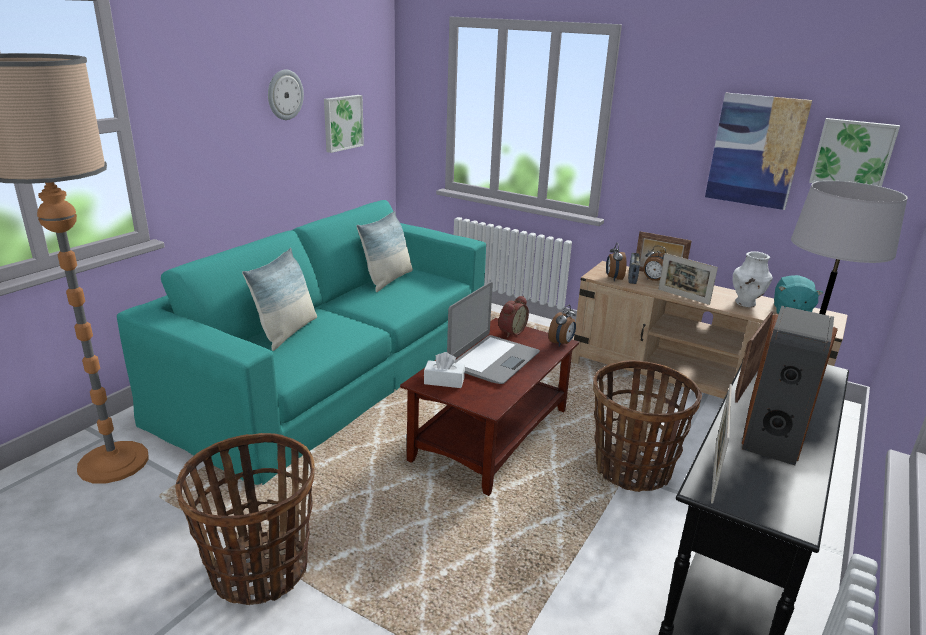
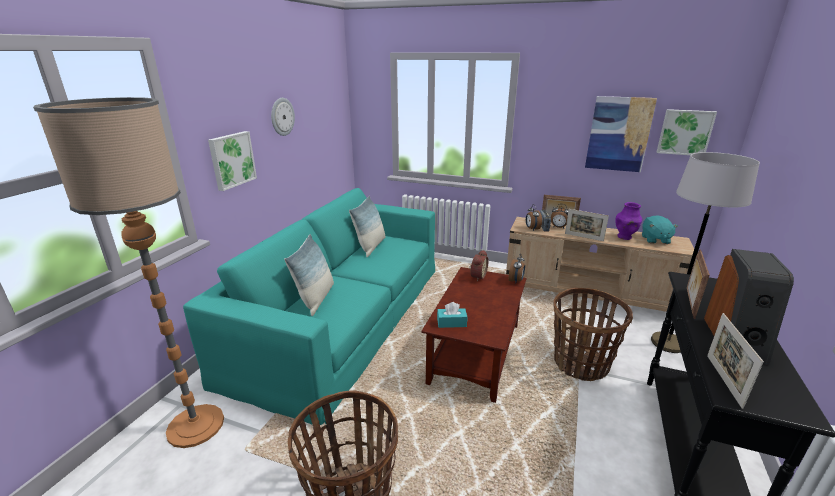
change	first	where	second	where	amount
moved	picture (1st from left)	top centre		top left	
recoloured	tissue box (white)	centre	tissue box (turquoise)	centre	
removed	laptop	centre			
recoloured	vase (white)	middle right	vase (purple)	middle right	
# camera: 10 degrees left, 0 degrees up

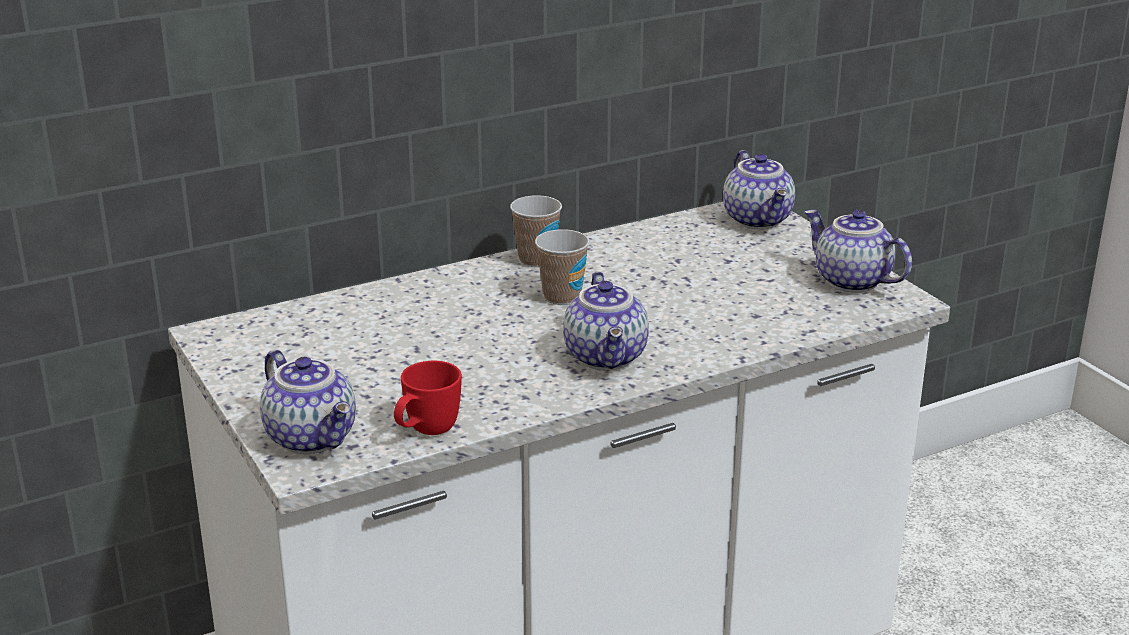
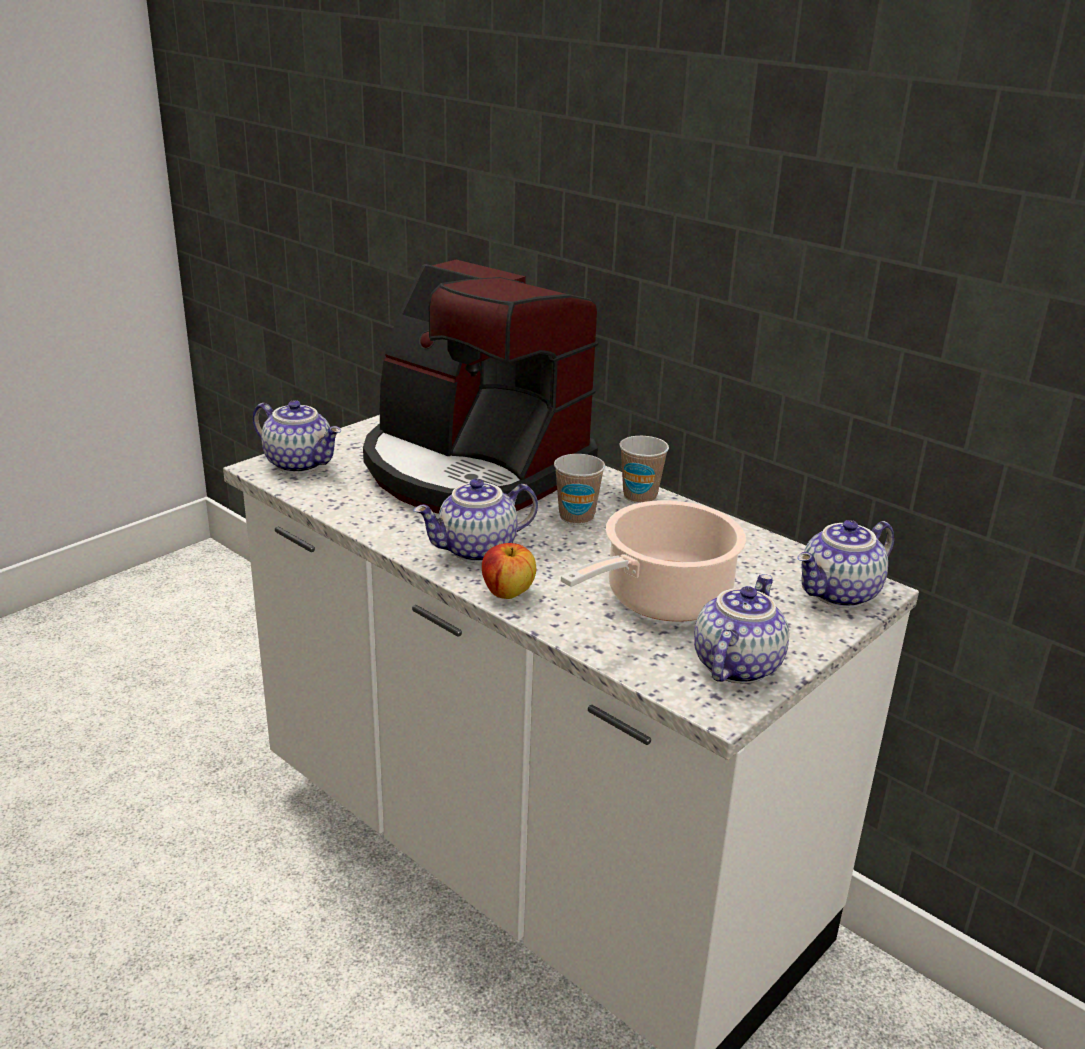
change	first	where	second	where	amount
turned	teapot (1st from left)	middle left		middle left	90 degrees counterclockwise
removed	mug (red)	centre			
added			coffee machine	centre	
added			apple	centre	
added			cooking pot	centre	
# camera: 70 degrees right, 0 degrees up

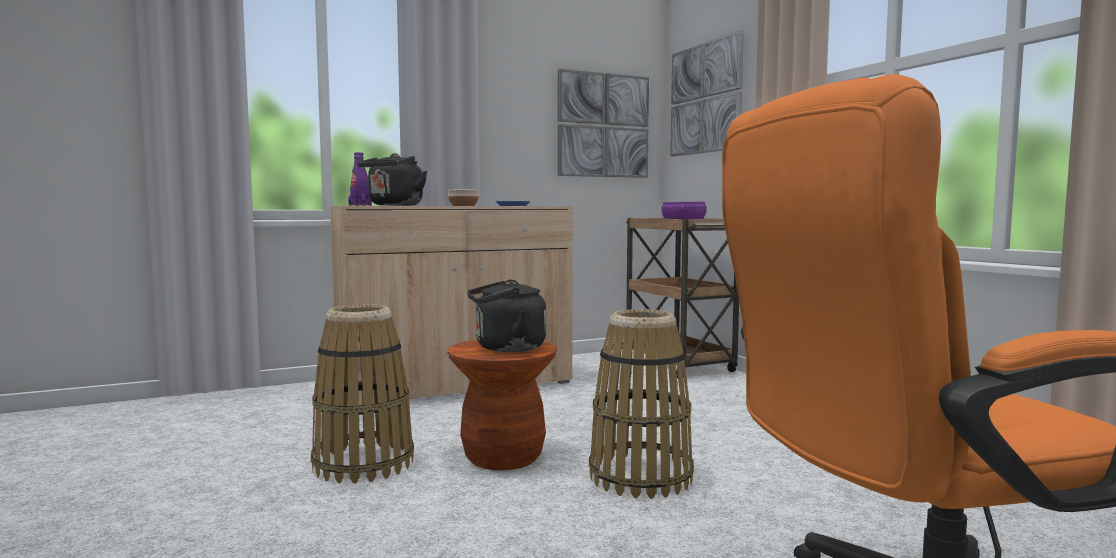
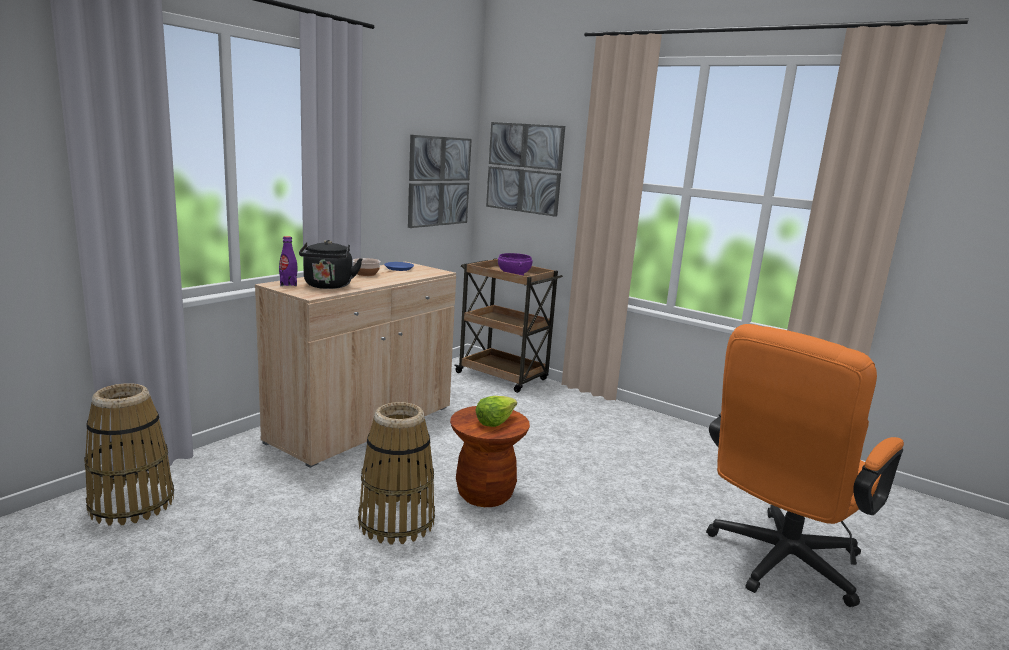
change	first	where	second	where	amount
replaced	kettle (black) (2nd from left)	centre	lettuce	centre	
moved	basket (2nd from left in the first image)	bottom centre	basket (1st from left)	bottom left	
# camera: 30 degrees left, 10 degrees up

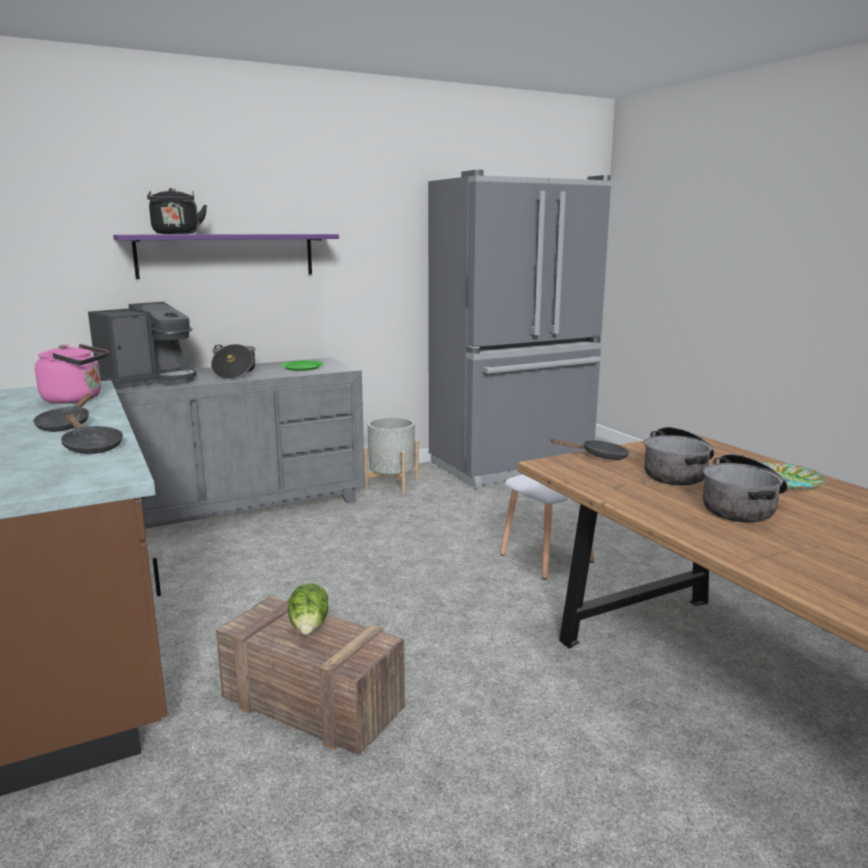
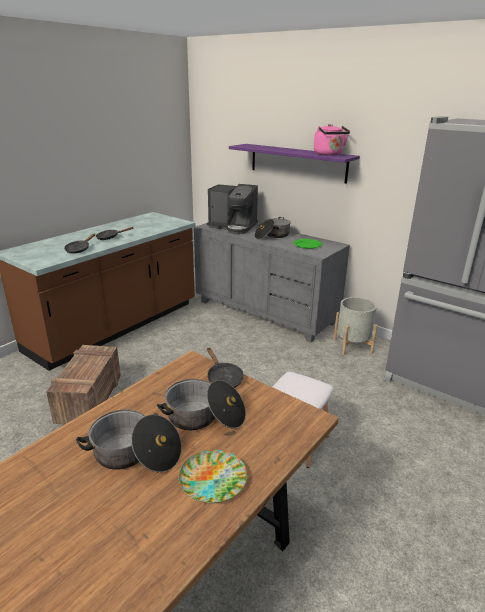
change	first	where	second	where	amount
moved	kettle (pink)	middle left		top right	
removed	kettle (black)	top left			
removed	lettuce	bottom centre			
# camera: 65 degrees right, 10 degrees up

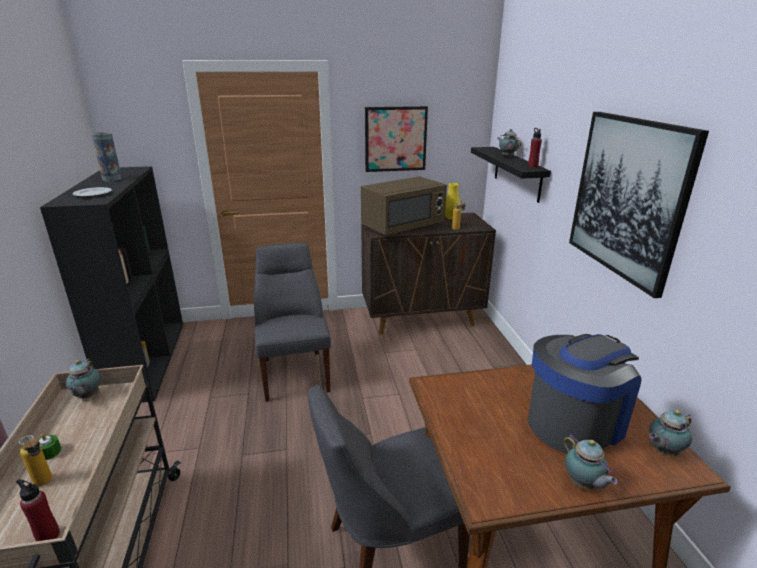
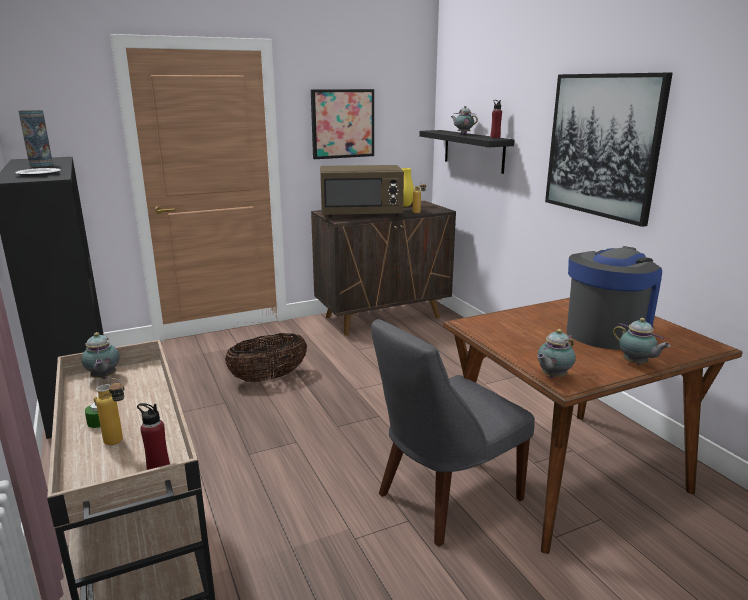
change	first	where	second	where	amount
replaced	chair (grey) (1st from left)	centre	basket	centre	
turned	microwave (brown)	centre		top centre	45 degrees clockwise
moved	teapot (4th from left in the first image)	bottom right	teapot (3rd from left)	middle right	
# camera: 15 degrees left, 5 degrees down

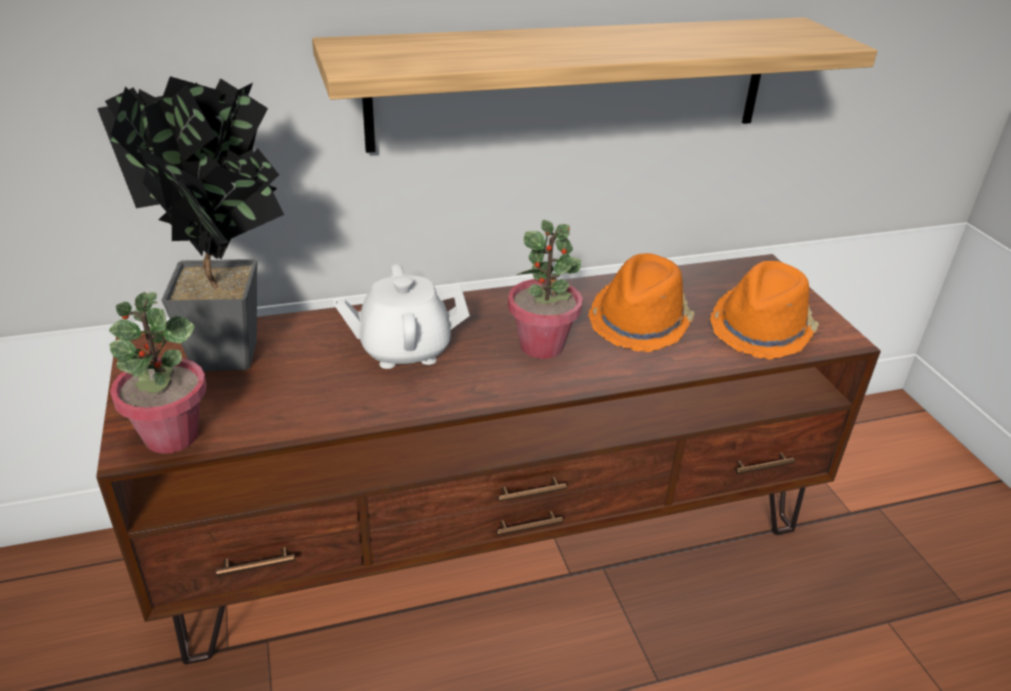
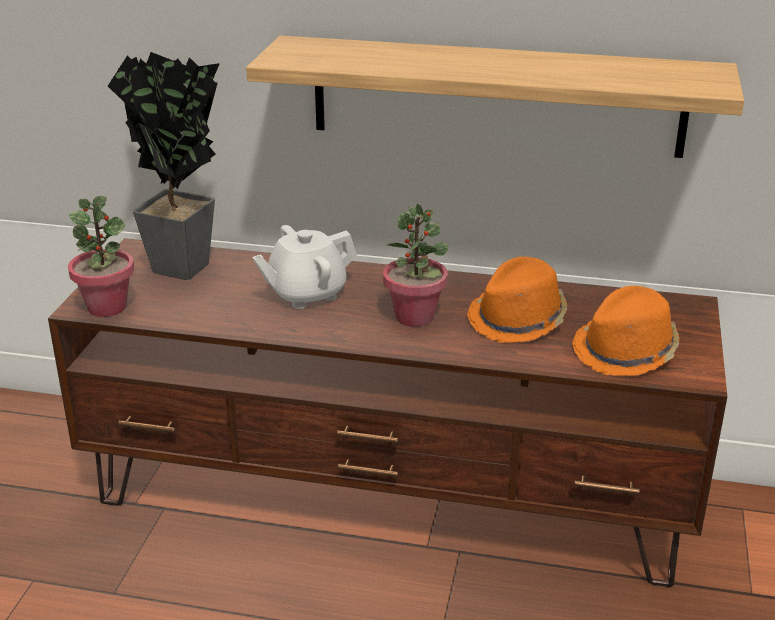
change	first	where	second	where	amount
turned	teapot (white)	centre		centre	45 degrees counterclockwise
# camera: 30 degrees right, 5 degrees down

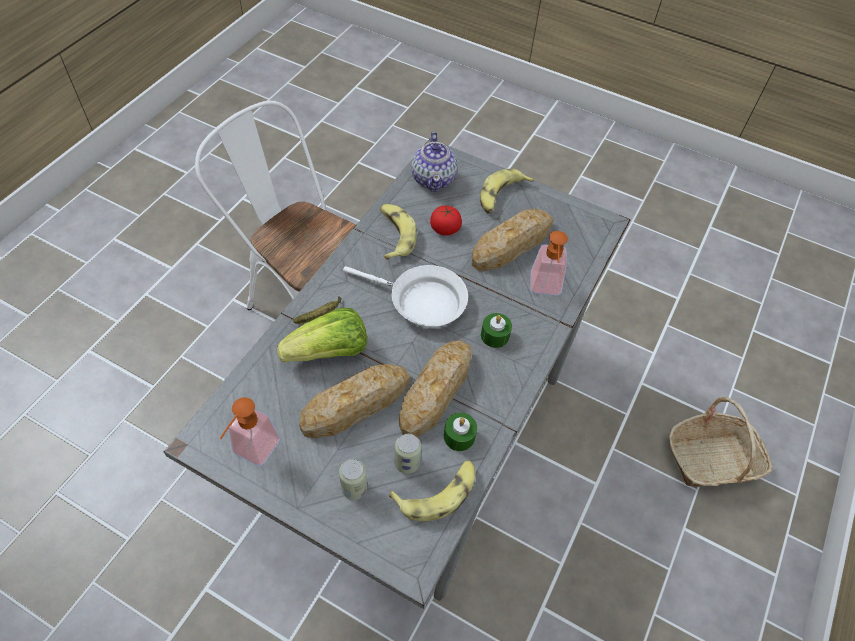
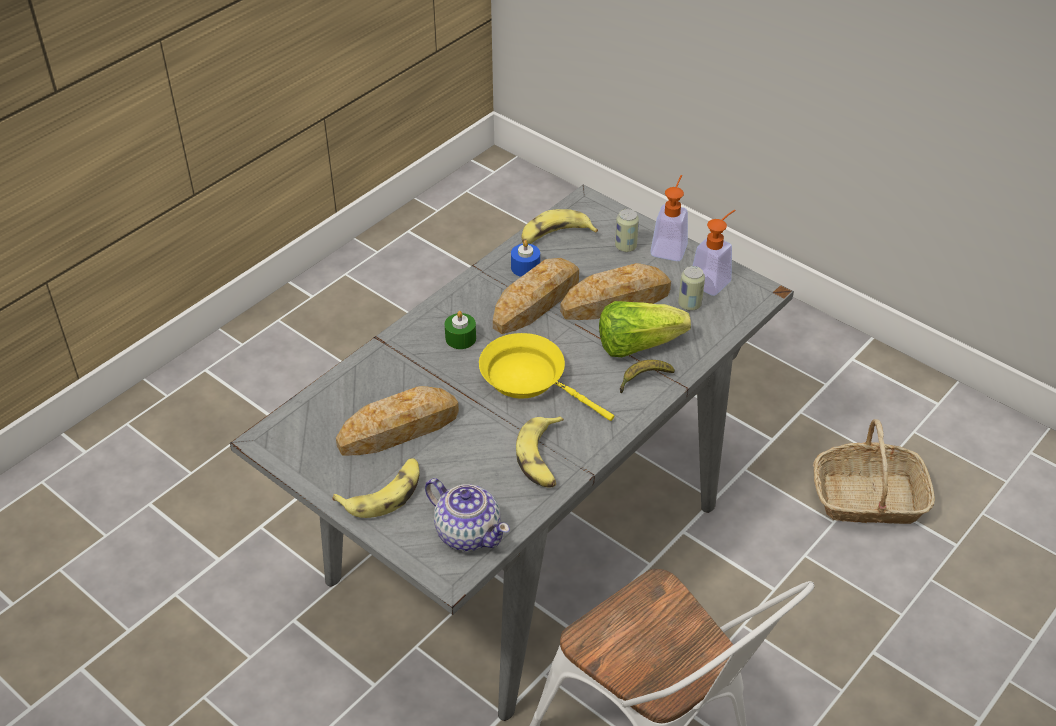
change	first	where	second	where	amount
recoloured	frying pan (white)	centre	frying pan (yellow)	centre	
moved	can (2nd from left)	bottom centre		centre	
turned	teapot	top centre		bottom centre	120 degrees clockwise
removed	tomato	centre			
recoloured	candle (green) (1st from left)	bottom centre	candle (blue)	centre	
moved	soap dispenser (2nd from left in the first image)	centre	soap dispenser (1st from left)	top centre	
moved	basket	bottom right		middle right	
# camera: 165 degrees left, 10 degrees down

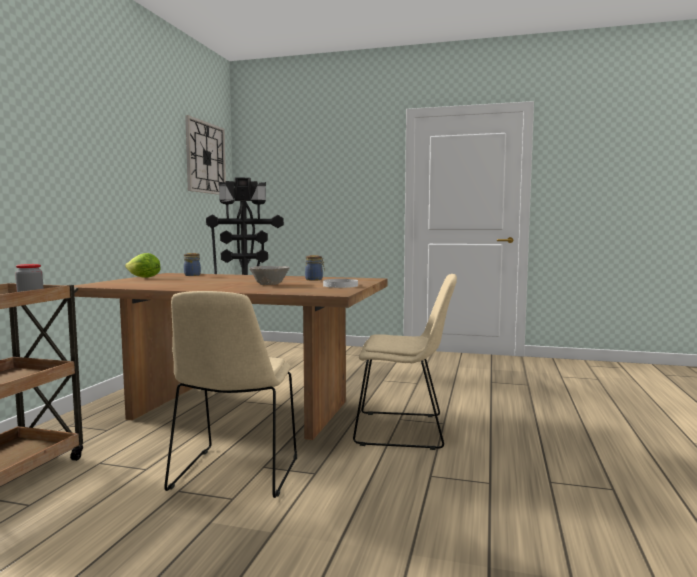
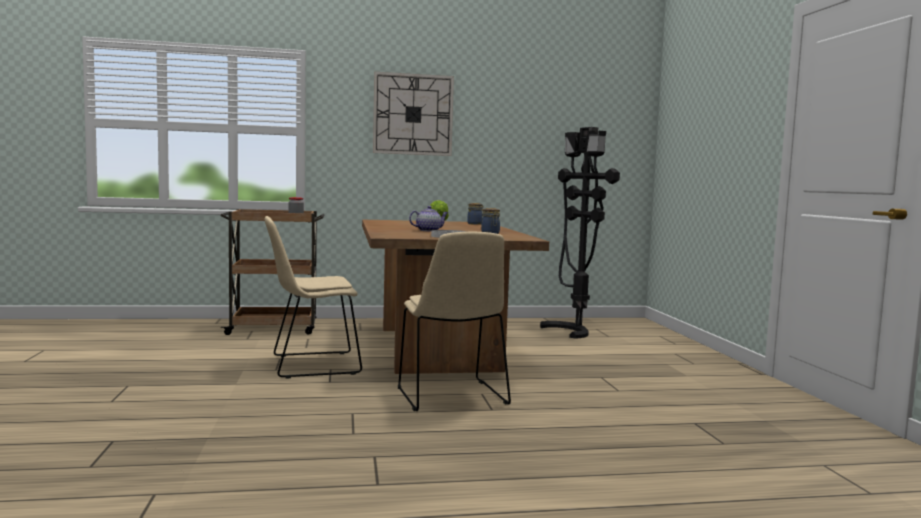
change	first	where	second	where	amount
moved	wall clock	top left		top centre	
replaced	bowl (grey)	centre	teapot	centre	
# camera: 65 degrees right, 0 degrees up

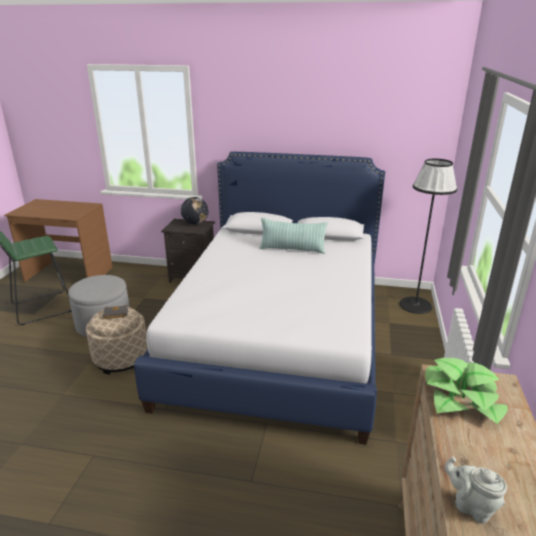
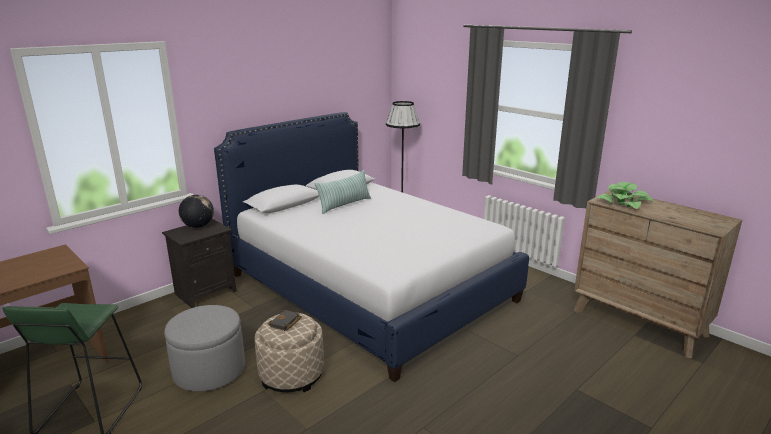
change	first	where	second	where	amount
removed	teapot (grey)	bottom right			
# camera: 55 degrees left, 5 degrees down

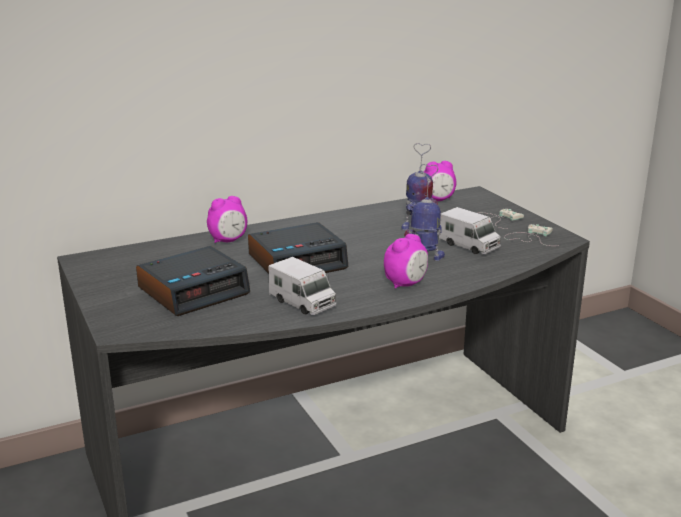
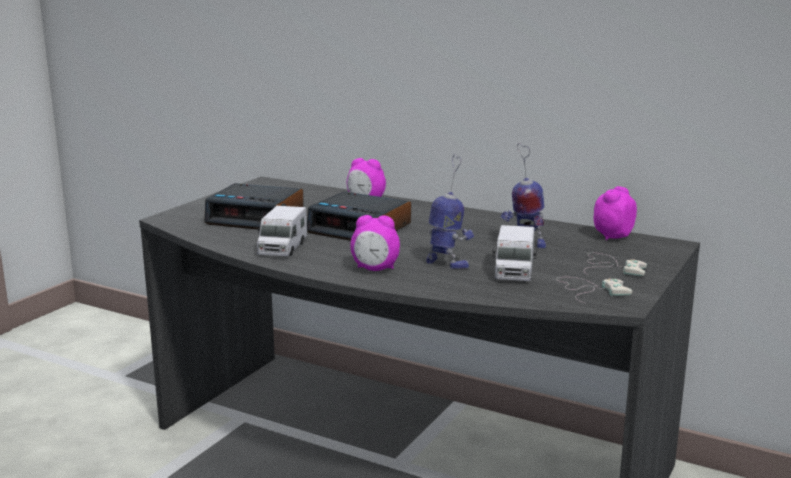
change	first	where	second	where	amount
turned	alarm clock (5th from left)	centre		middle right	90 degrees clockwise
# camera: 55 degrees right, 5 degrees down

